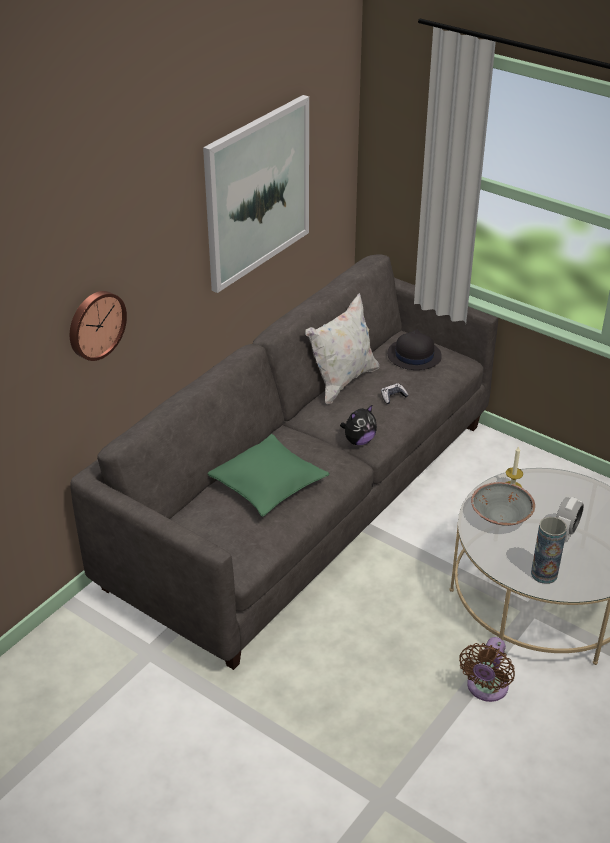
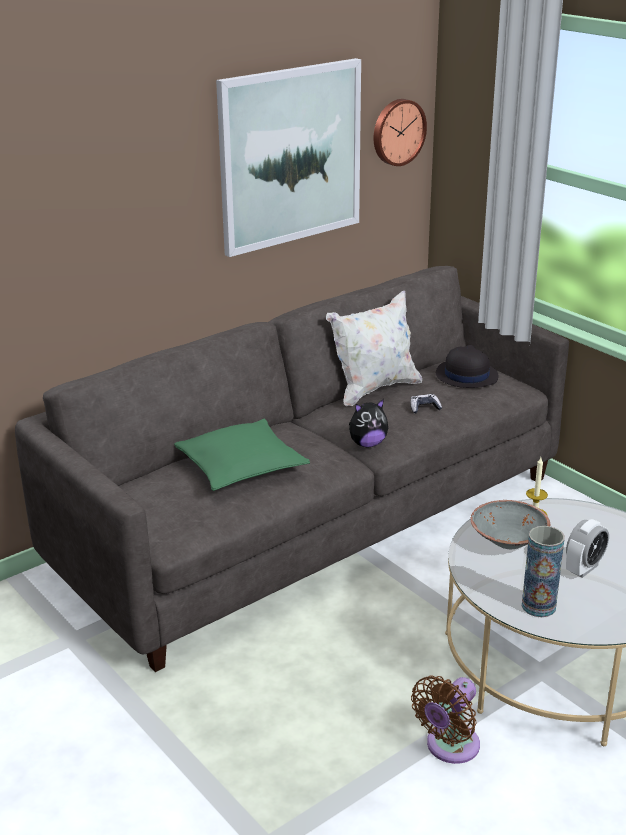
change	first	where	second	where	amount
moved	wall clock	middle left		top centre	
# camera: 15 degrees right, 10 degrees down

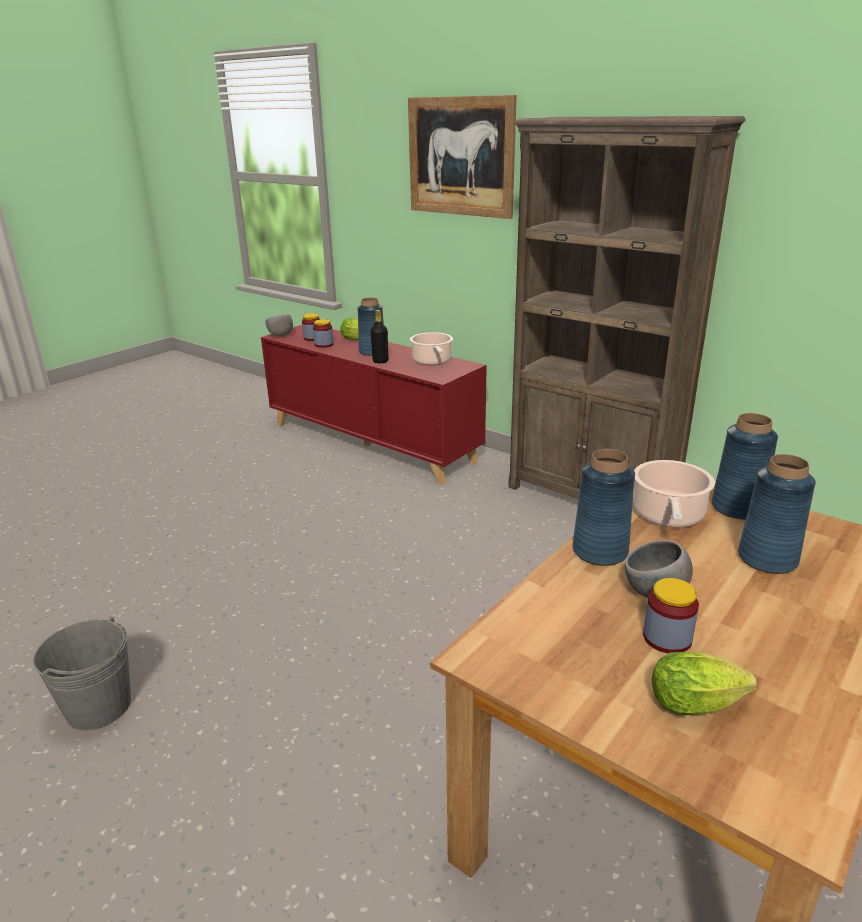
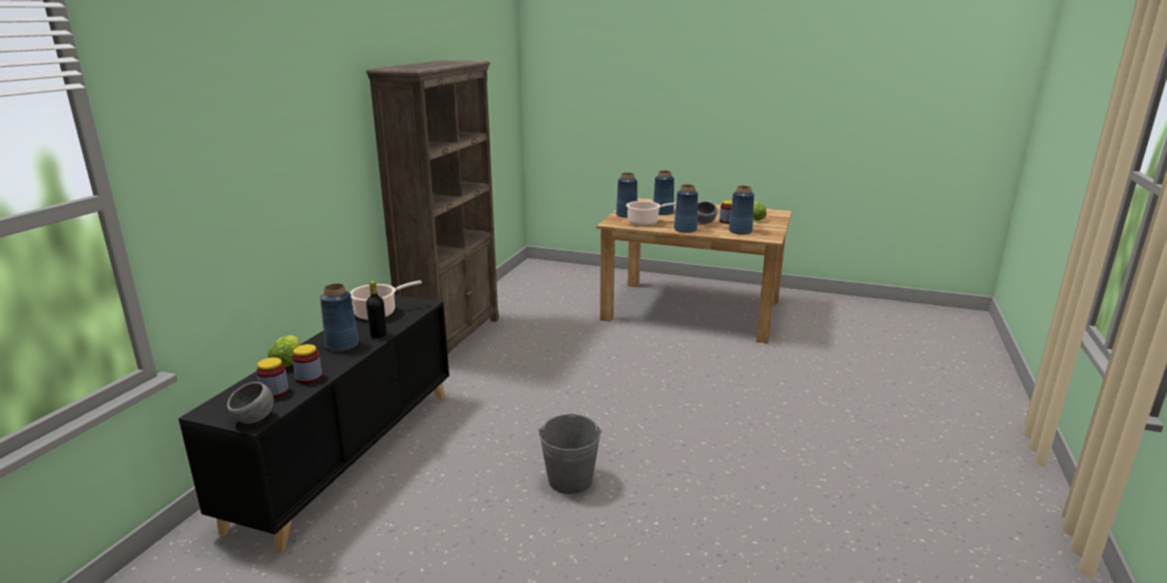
change	first	where	second	where	amount
moved	bucket (grey)	bottom left		bottom centre	
recoloured	cabinet (red)	centre	cabinet (black)	bottom left	
removed	picture	top centre			
added			vase (blue) (5th from left)	centre	
# camera: 110 degrees left, 5 degrees down

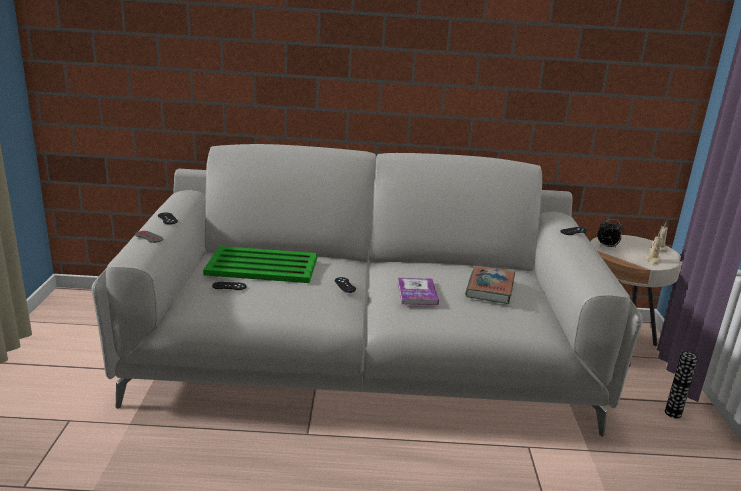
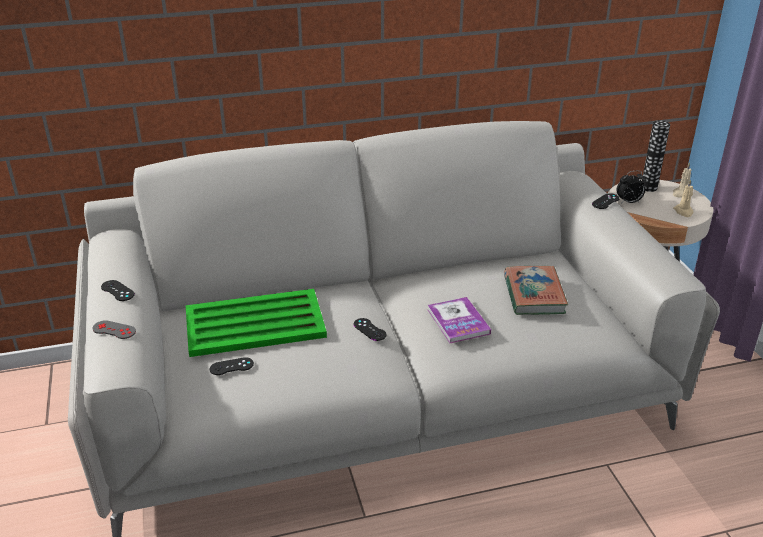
change	first	where	second	where	amount
moved	vase	bottom right		top right	
# camera: 15 degrees left, 10 degrees up

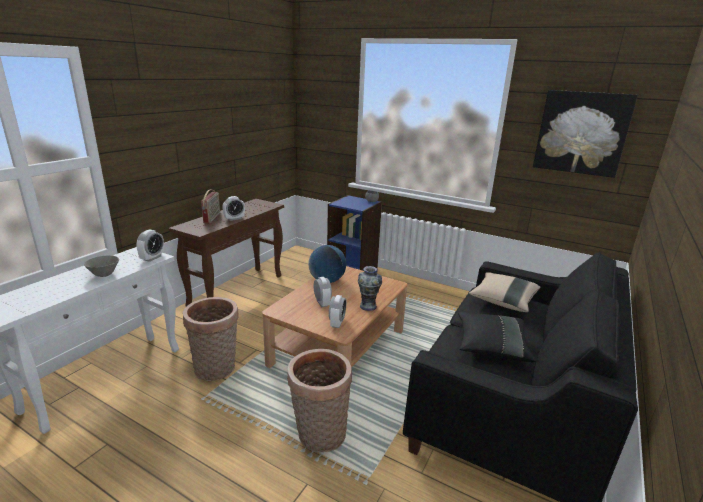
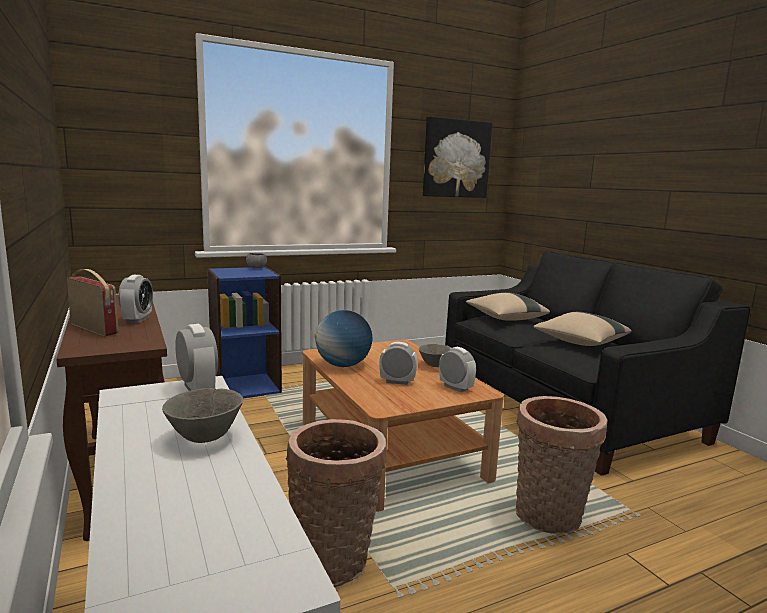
change	first	where	second	where	amount
replaced	vase	centre	bowl (grey) (3rd from left)	centre	
recoloured	pillow (black)	bottom right	pillow (beige) (2nd from left)	middle right	
# camera: 55 degrees left, 10 degrees down

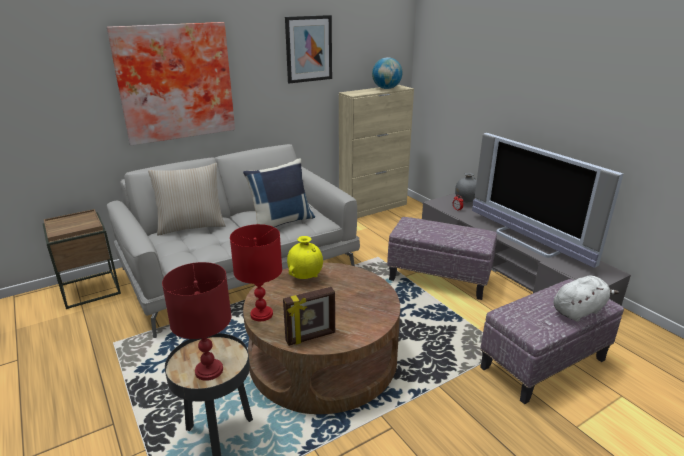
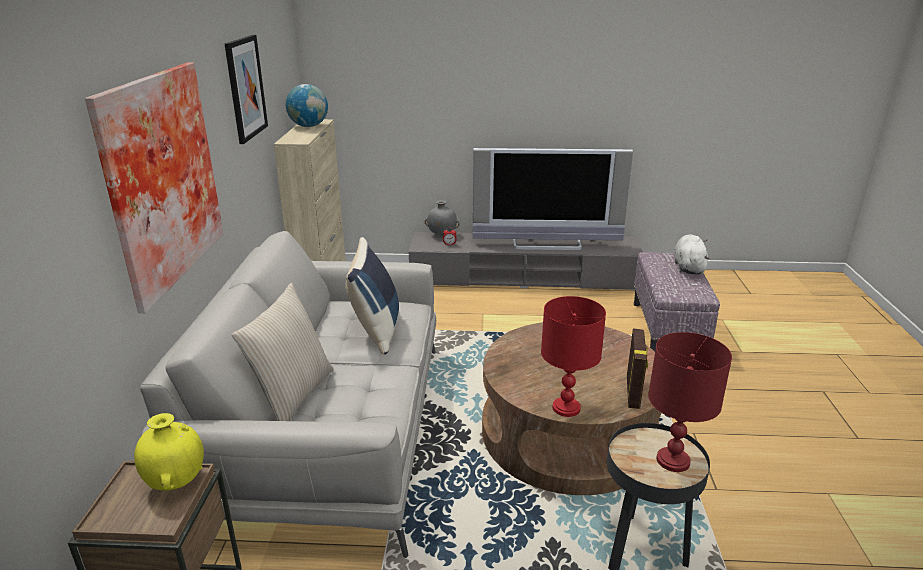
change	first	where	second	where	amount
moved	vase (yellow)	centre		bottom left	
removed	ottoman (1st from left)	centre			
# camera: 55 degrees left, 0 degrees up

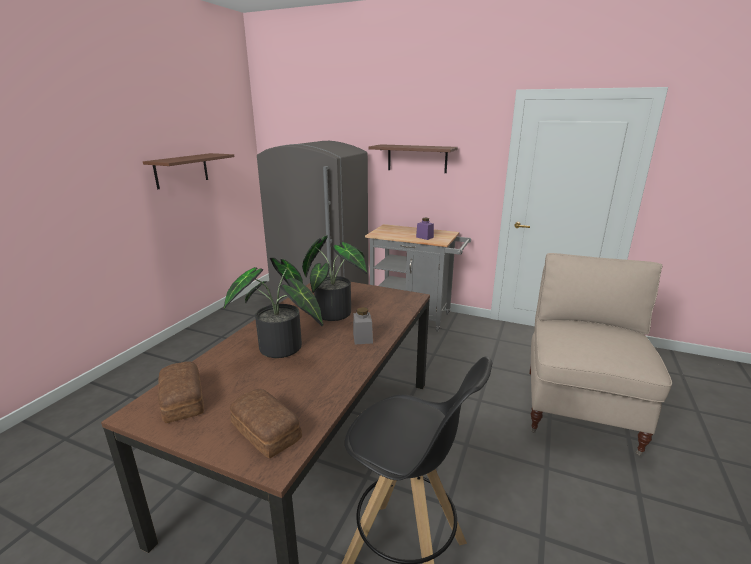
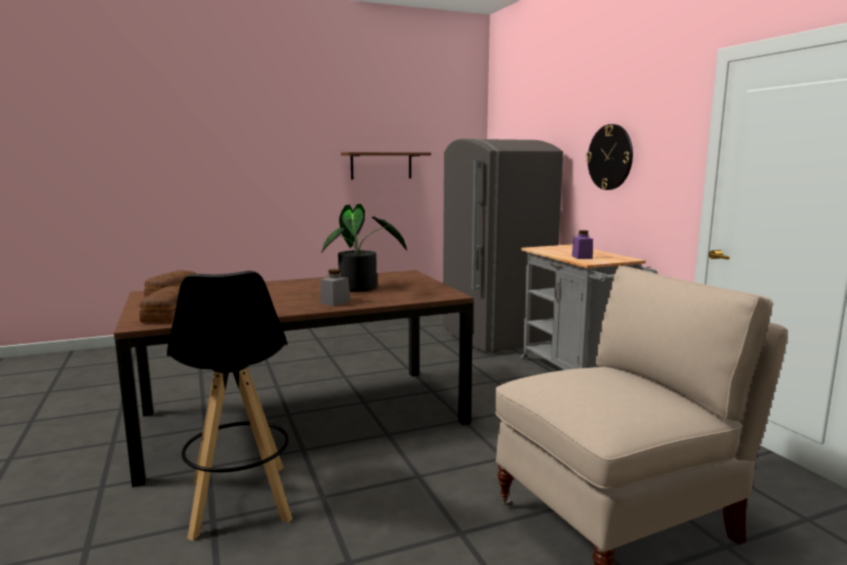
change	first	where	second	where	amount
removed	potted plant (1st from left)	centre			
replaced	shelf (brown) (2nd from left)	top centre	wall clock	top right	
# camera: 45 degrees right, 10 degrees down

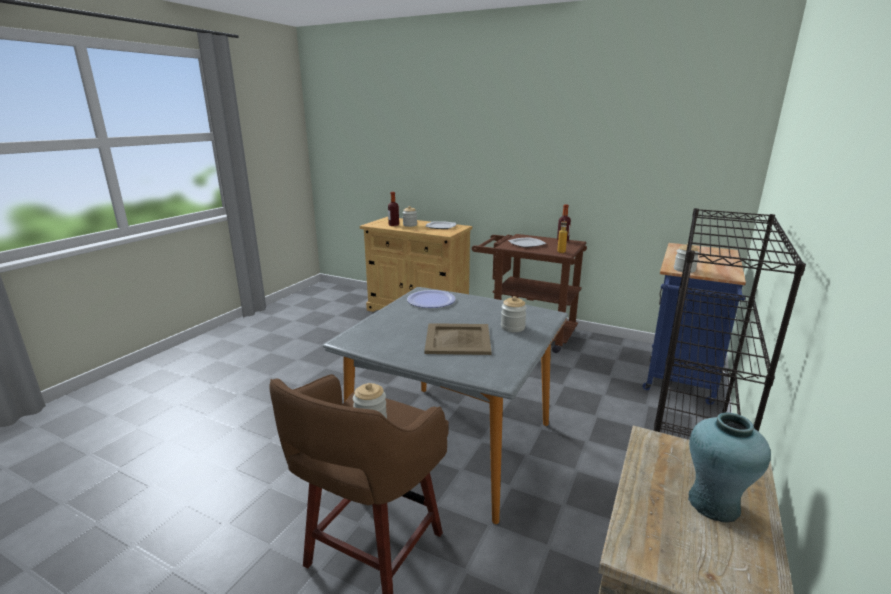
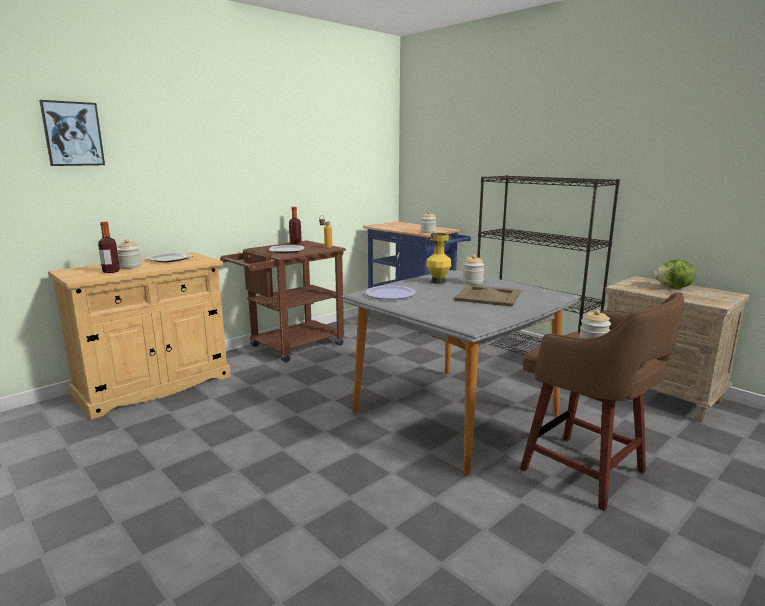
change	first	where	second	where	amount
replaced	vase (turquoise)	bottom right	lettuce	middle right	
added			picture	top left	
added			vase (yellow)	centre	
# camera: 70 degrees left, 5 degrees down

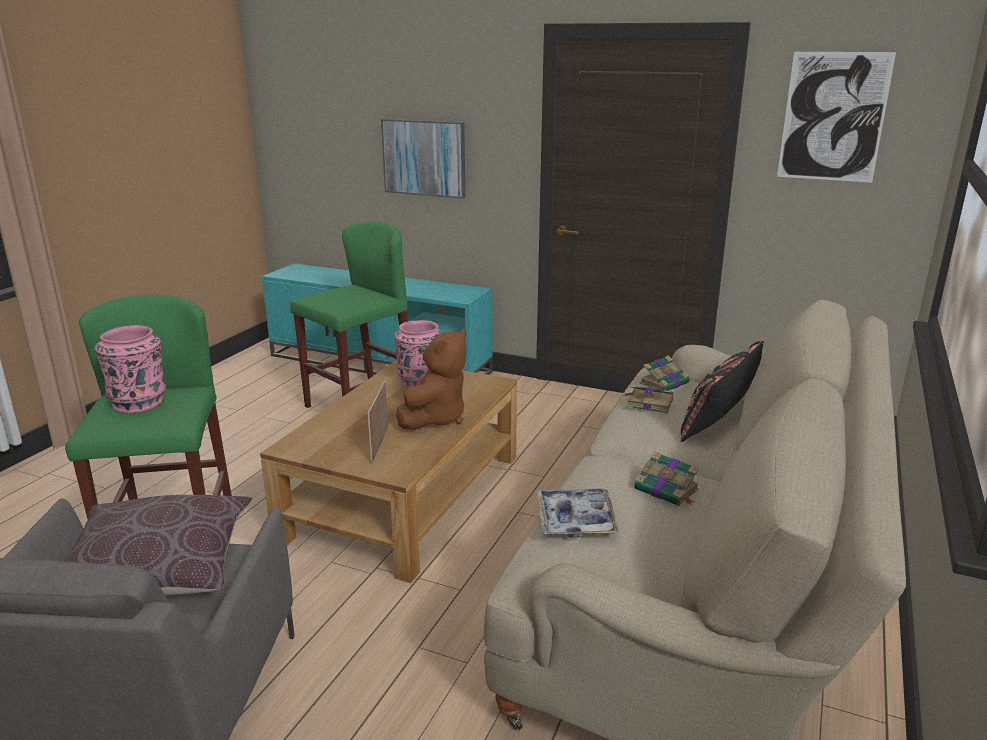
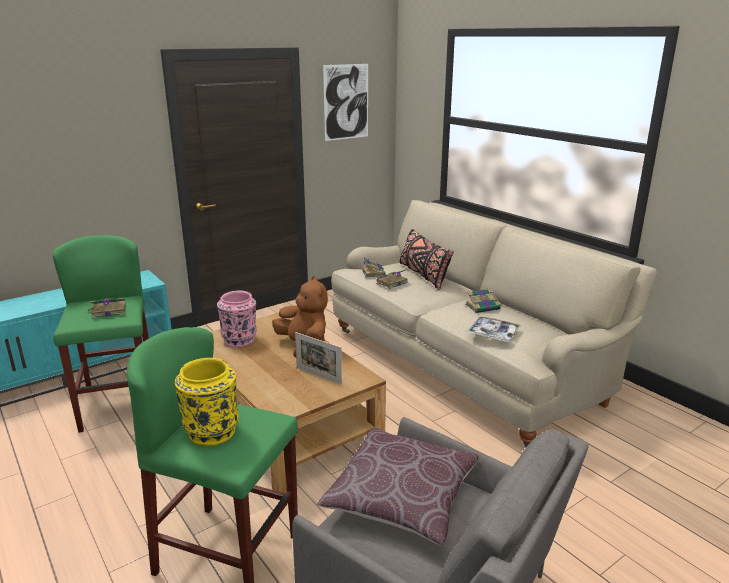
change	first	where	second	where	amount
recoloured	vase (pink) (1st from left)	middle left	vase (yellow)	bottom left	
removed	picture (1st from left)	top centre			
added			book (1st from left)	middle left	
# camera: 60 degrees left, 0 degrees up

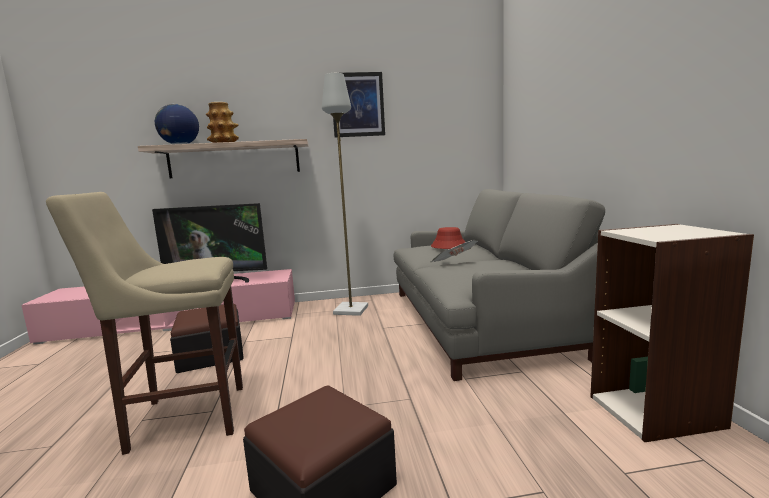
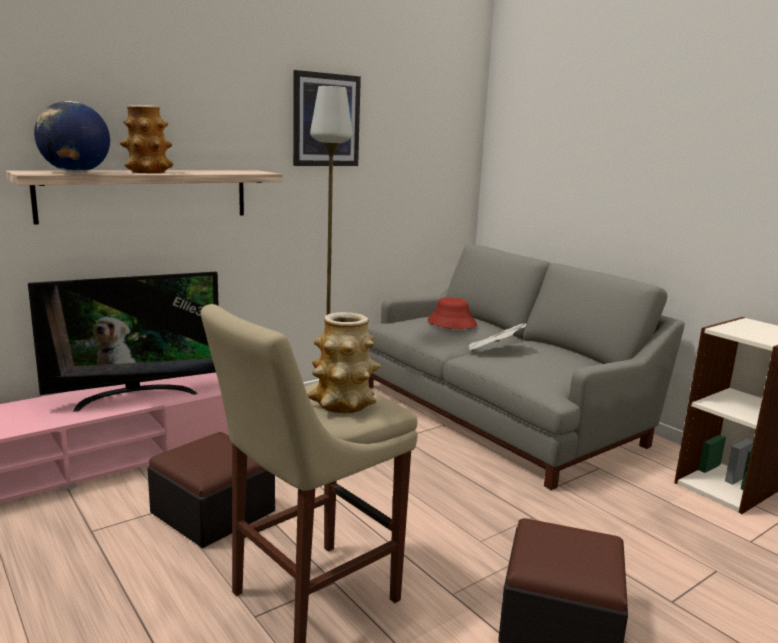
change	first	where	second	where	amount
added			vase (2nd from left)	centre	
# camera: 30 degrees left, 5 degrees up

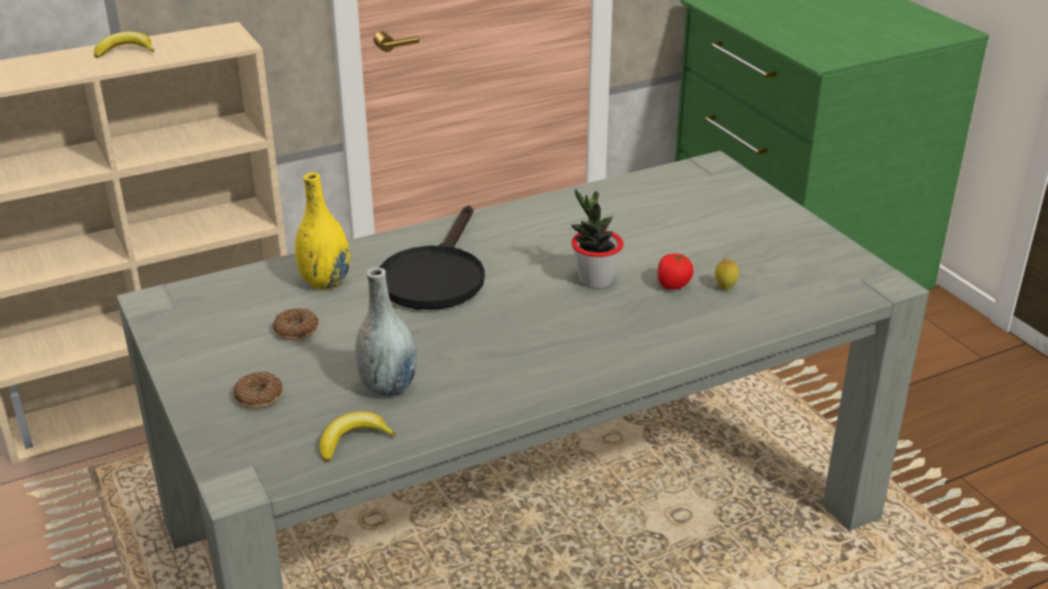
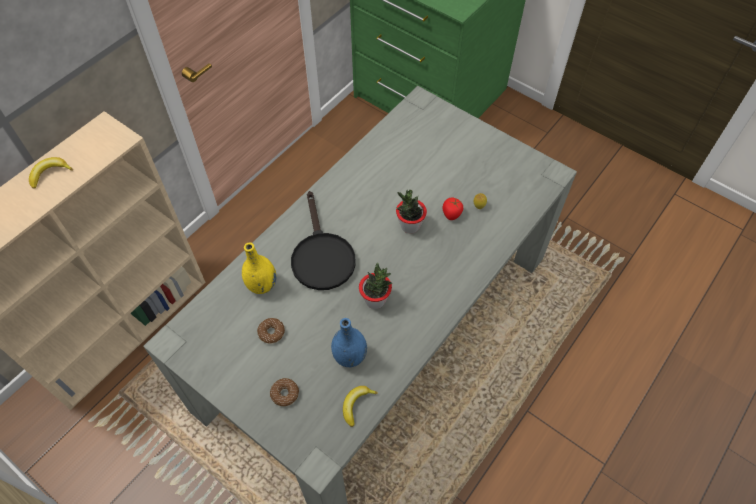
change	first	where	second	where	amount
recoloured	vase (grey)	centre	vase (blue)	bottom centre	
added			potted plant (1st from left)	centre	
# camera: 25 degrees left, 25 degrees up

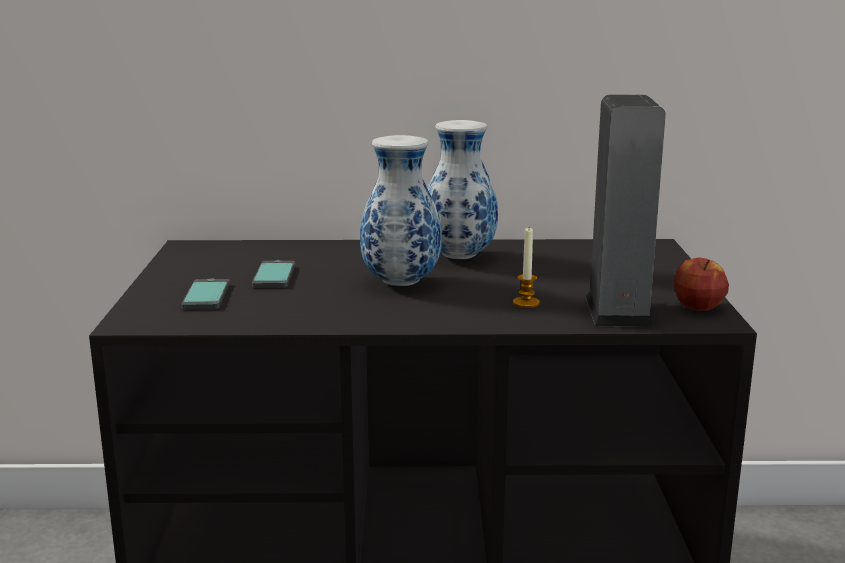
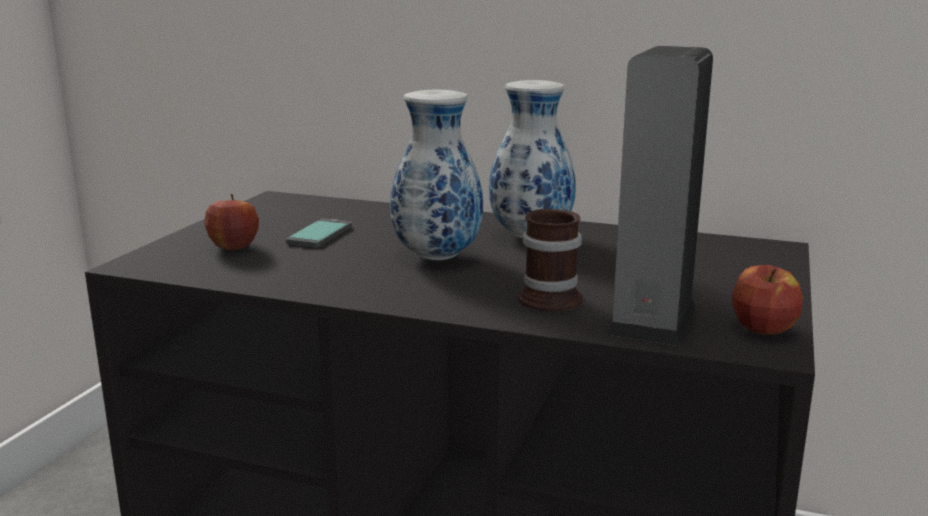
change	first	where	second	where	amount
replaced	phone (1st from left)	middle left	apple (1st from left)	middle left	
replaced	candle	centre	mug	centre	
# camera: 20 degrees right, 0 degrees up

